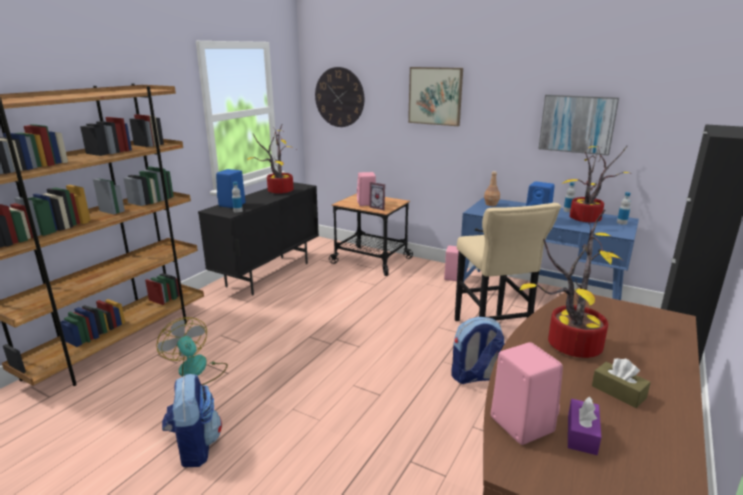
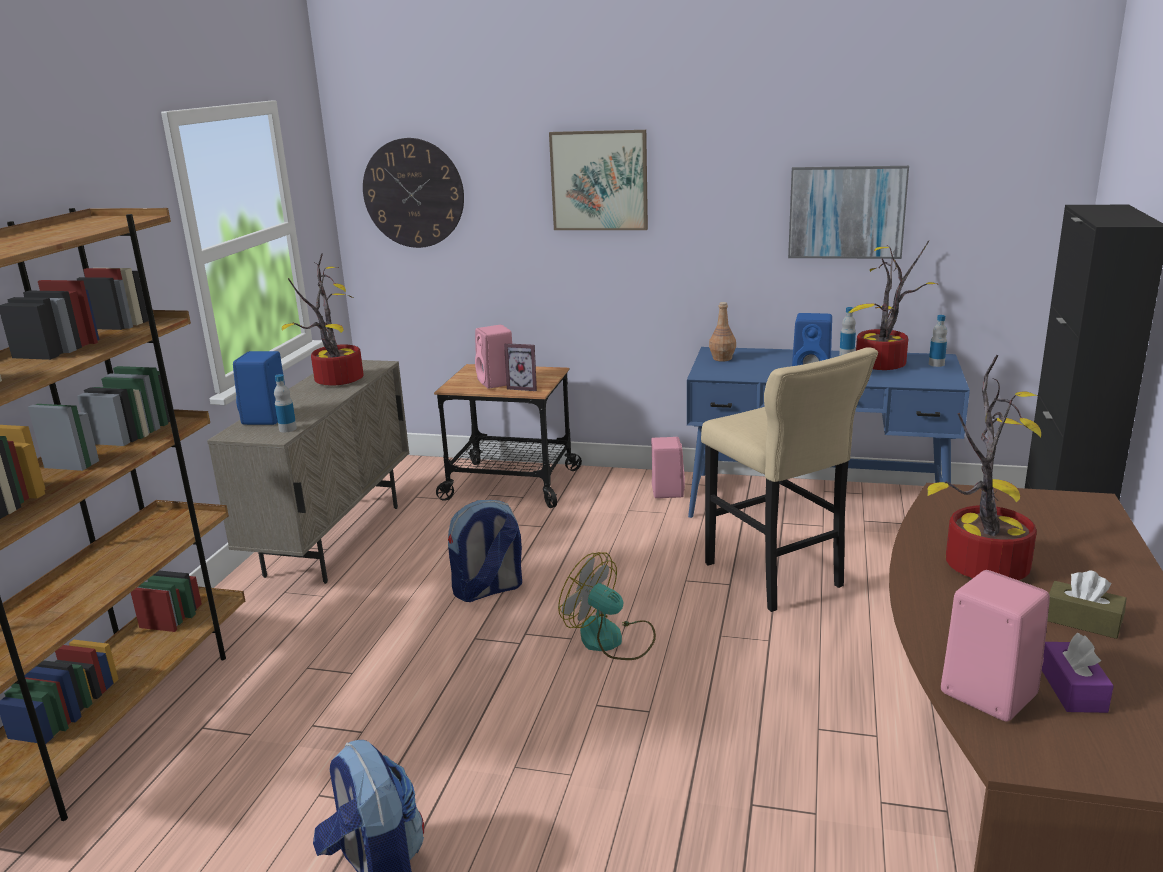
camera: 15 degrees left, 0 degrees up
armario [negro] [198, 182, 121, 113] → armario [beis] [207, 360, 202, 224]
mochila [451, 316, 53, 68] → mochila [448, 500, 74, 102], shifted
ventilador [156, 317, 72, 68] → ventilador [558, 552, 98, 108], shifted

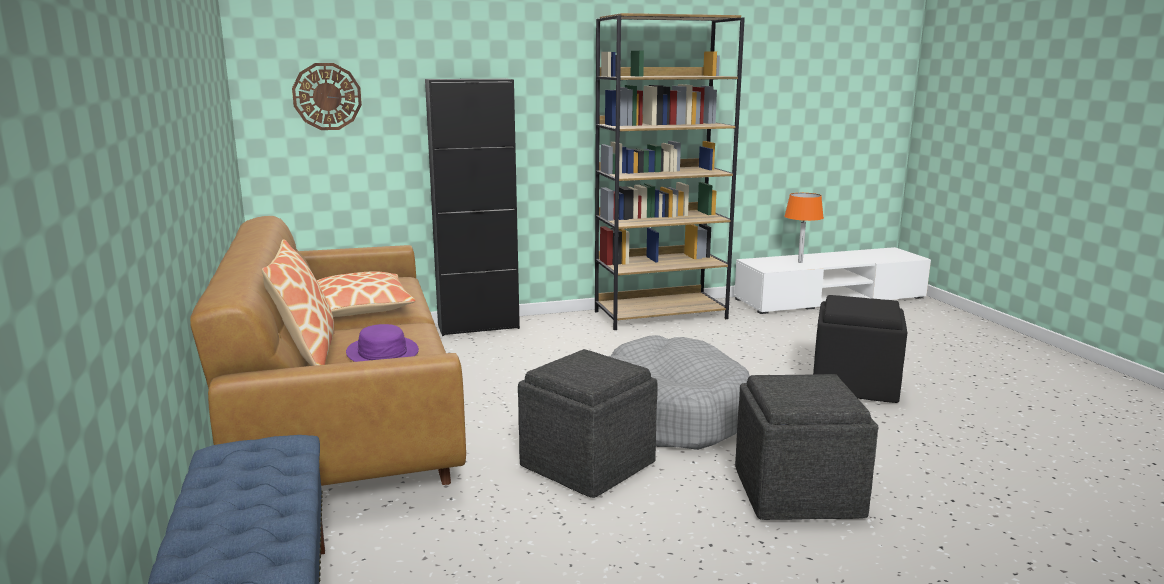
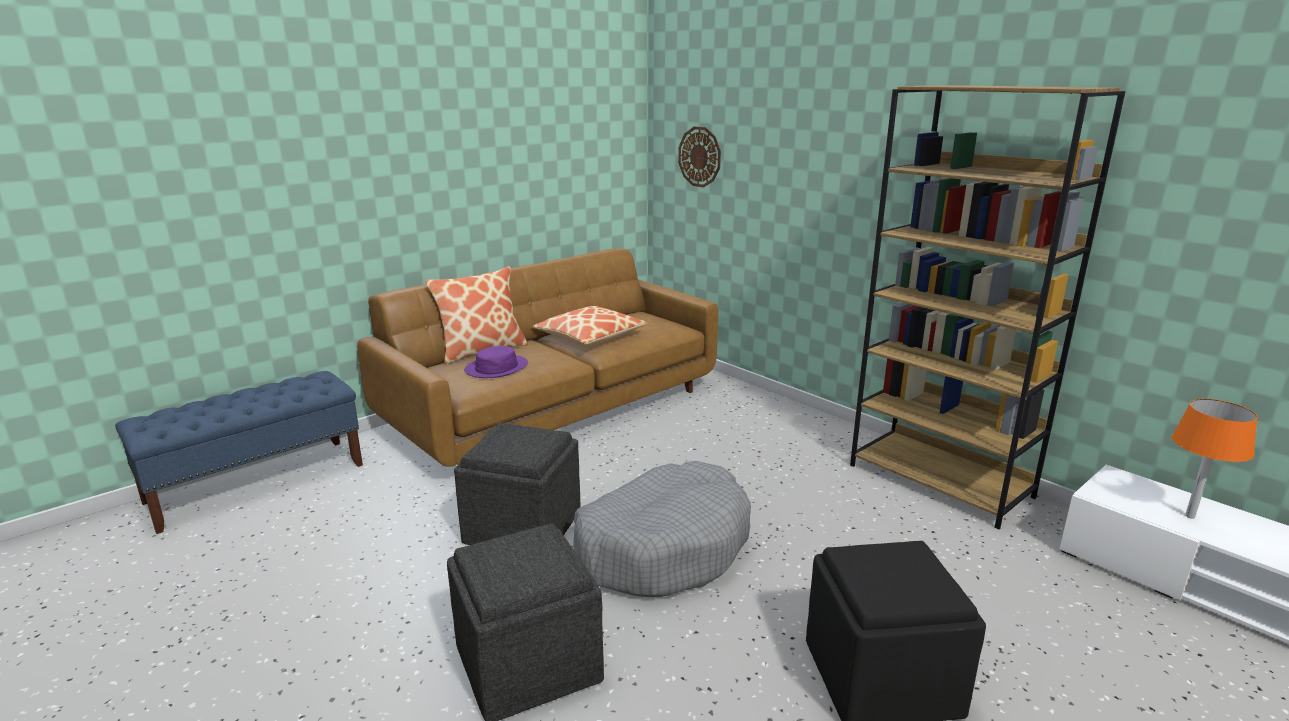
camera: 65 degrees right, 5 degrees up
armario [negro] [425, 79, 95, 257] → -

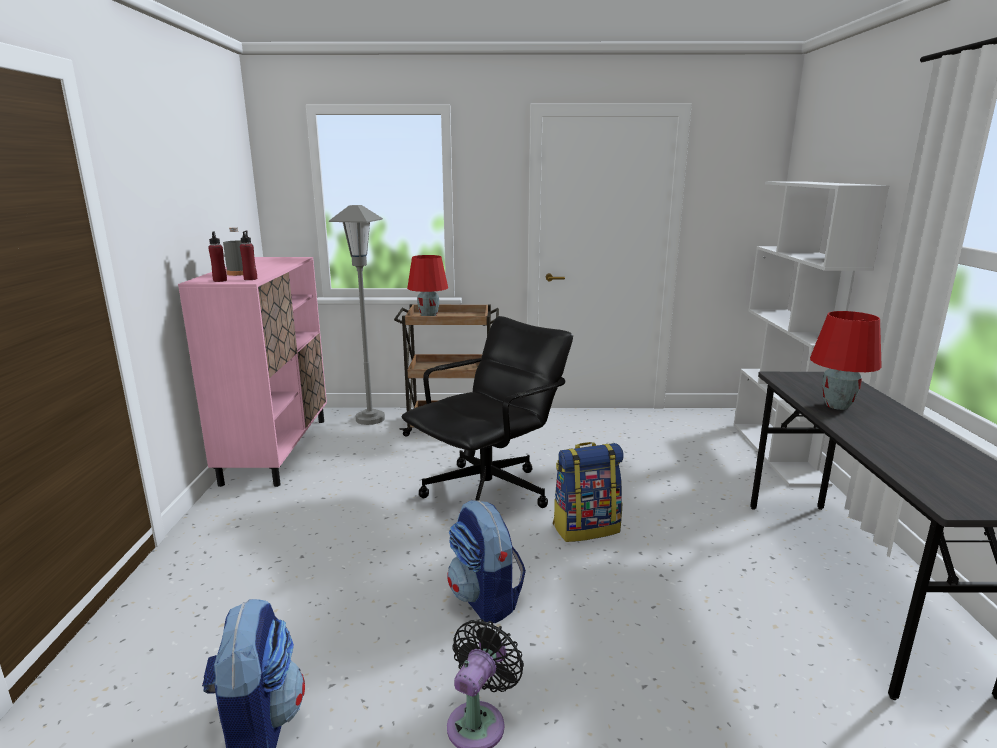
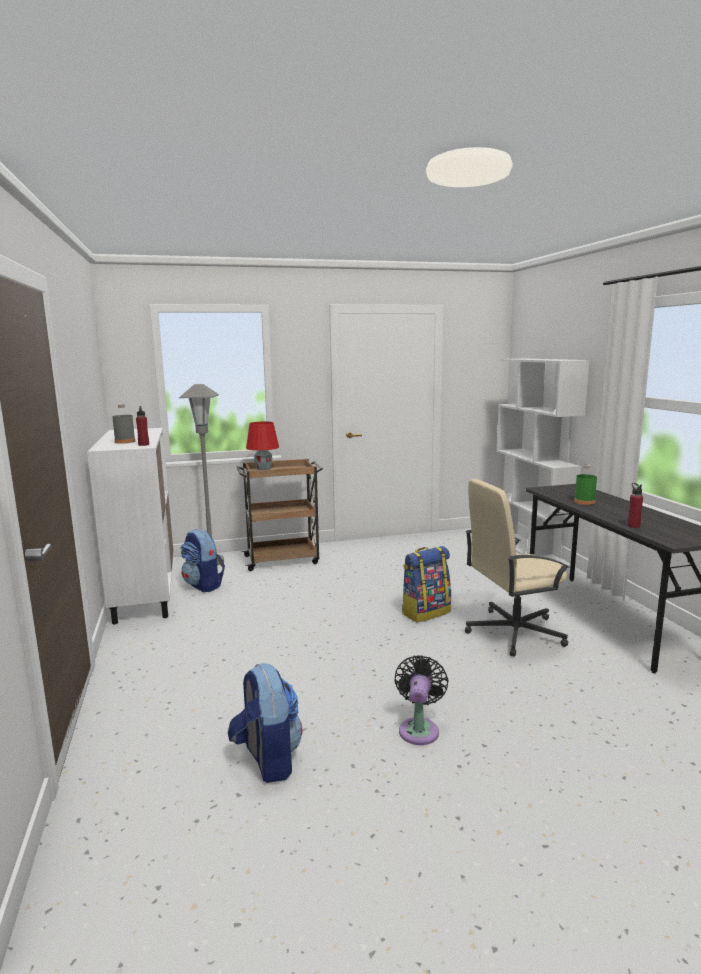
camera: 15 degrees left, 5 degrees down
armario [rosa] [178, 257, 149, 230] → armario [blanco] [87, 428, 87, 196]
mochila [448, 500, 78, 123] → mochila [180, 529, 45, 63], shifted
- → silla de oficina [beis] [465, 479, 105, 178]
lámpara de mesa [rojo] [810, 311, 72, 99] → botella [verde] [574, 464, 23, 41]
botella [rojo] [208, 232, 19, 50] → botella [rojo] [627, 483, 16, 45], shifted
silla de oficina [negro] [402, 316, 171, 192] → -

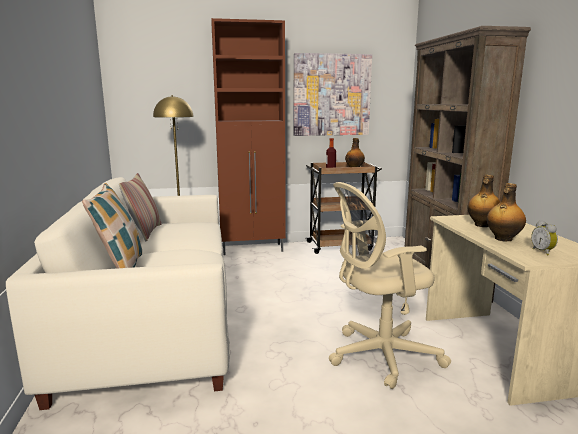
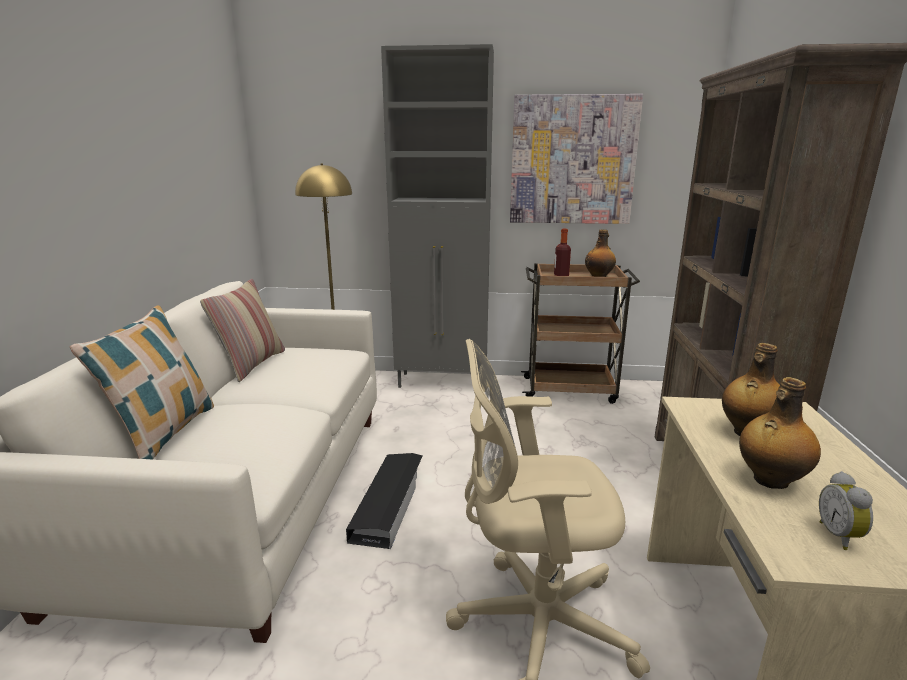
camera: 15 degrees right, 5 degrees up
- → caja de almacenaje [negro] [346, 453, 76, 96]
armario [marrón] [212, 18, 74, 237] → armario [gris] [381, 44, 113, 344]

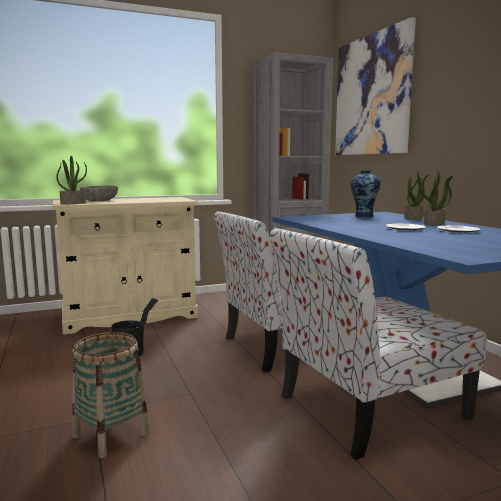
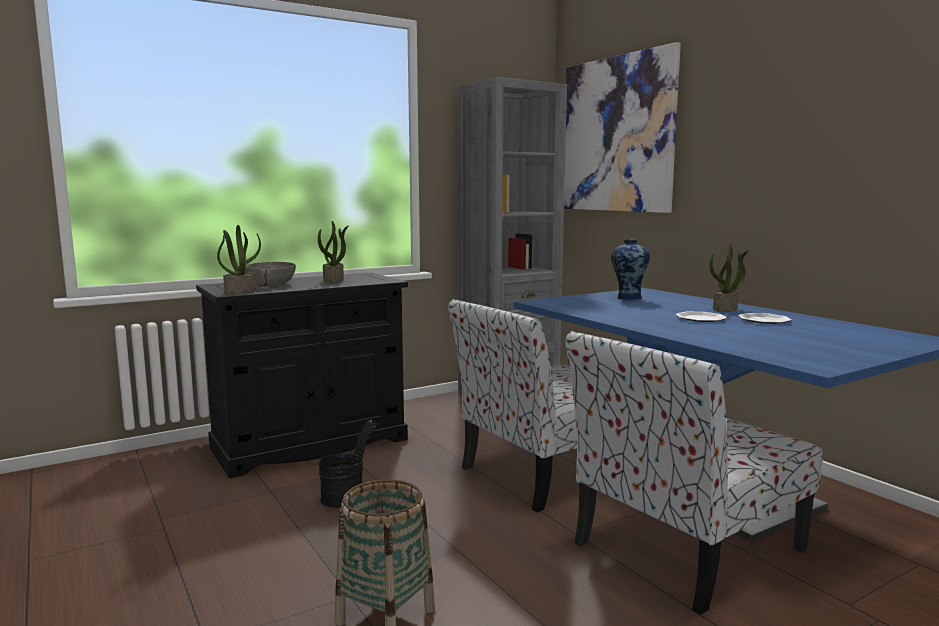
camera: 10 degrees left, 0 degrees up
armario [beis] [52, 197, 146, 138] → armario [negro] [196, 272, 212, 206]
planta en maceta [404, 170, 24, 50] → planta en maceta [318, 221, 31, 62], shifted

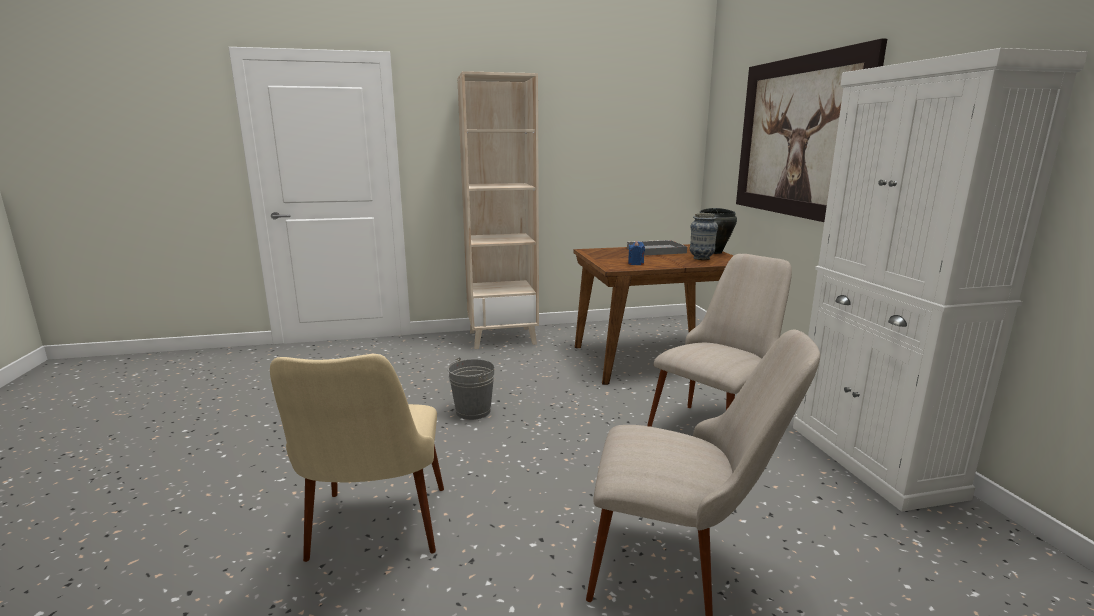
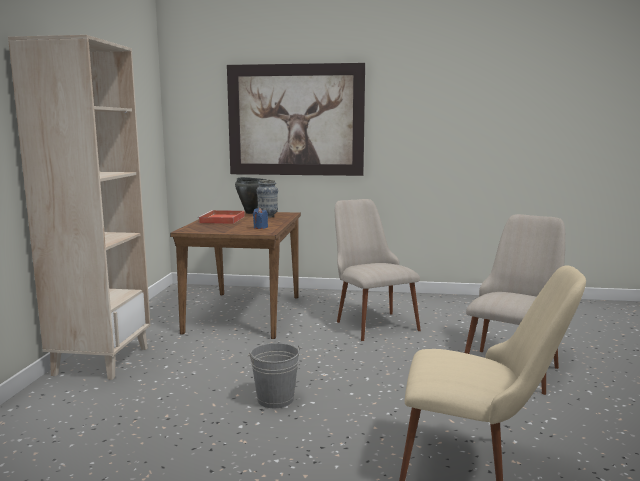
camera: 70 degrees left, 5 degrees down
bandeja [gris] [627, 240, 60, 16] → bandeja [rojo] [197, 210, 48, 14]
armario [blanco] [793, 48, 295, 464] → -

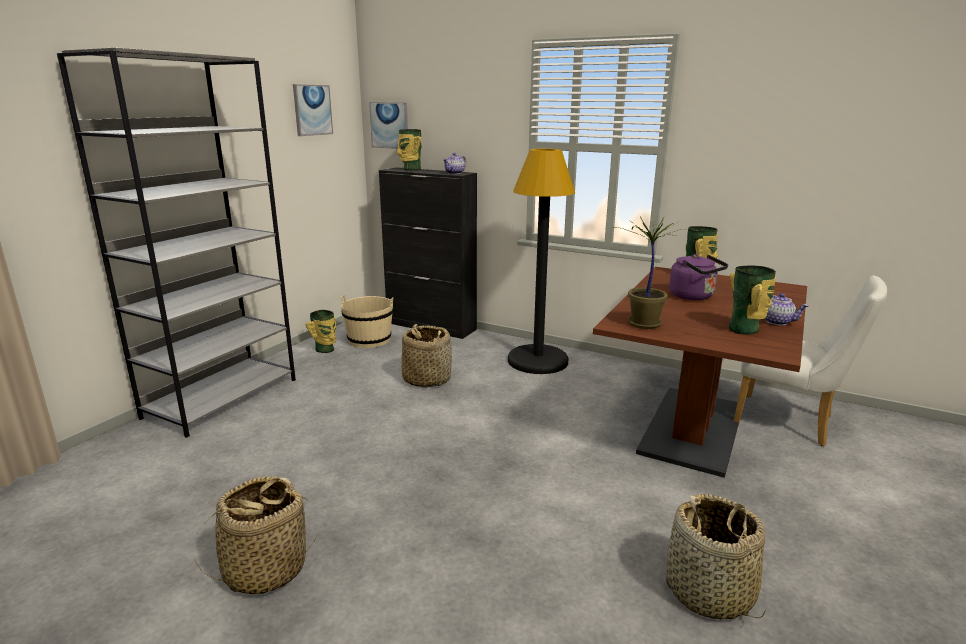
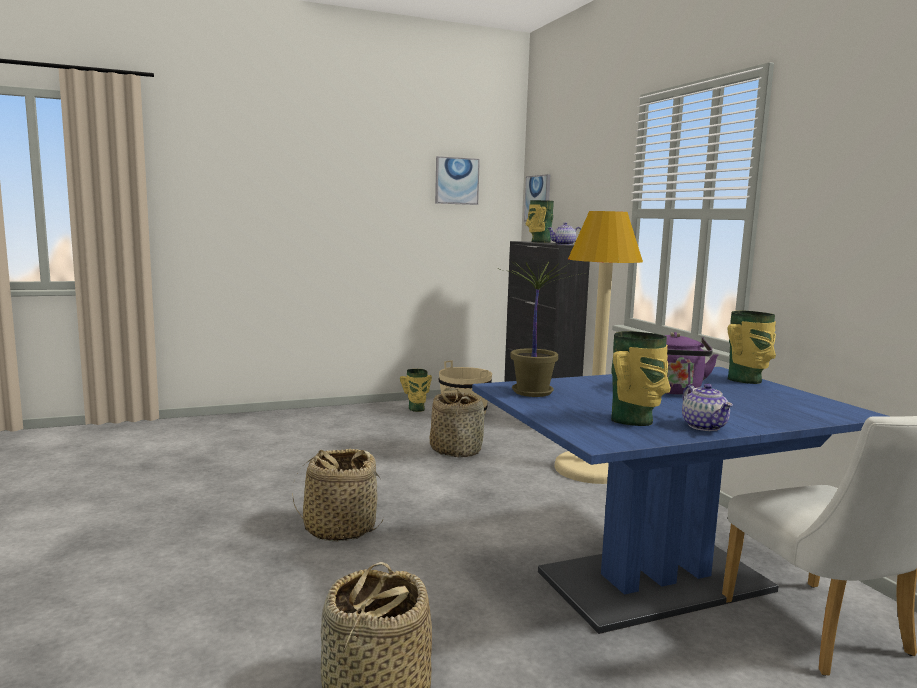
camera: 40 degrees right, 10 degrees down
cesta [193, 476, 123, 119] → cesta [292, 449, 92, 93], shifted
mesa de comedor [marrón] [593, 267, 214, 211] → mesa de comedor [azul] [472, 367, 416, 267]
lámpara de pie [negro] [508, 149, 67, 225] → lámpara de pie [beis] [555, 211, 88, 273]
estantería [gris] [57, 47, 239, 391] → -

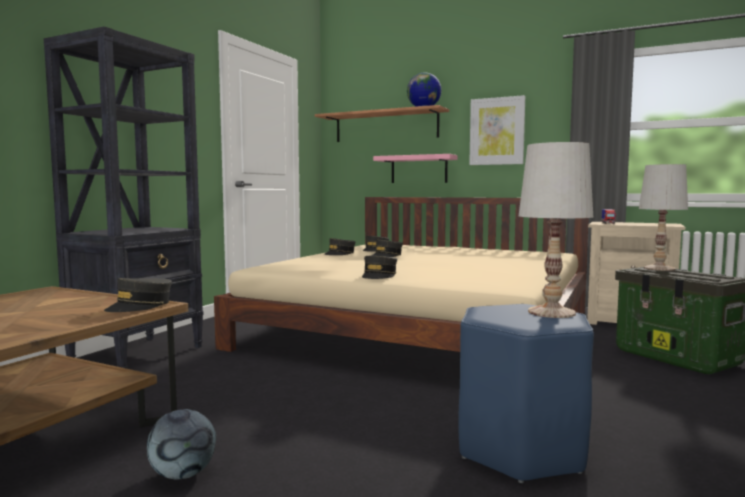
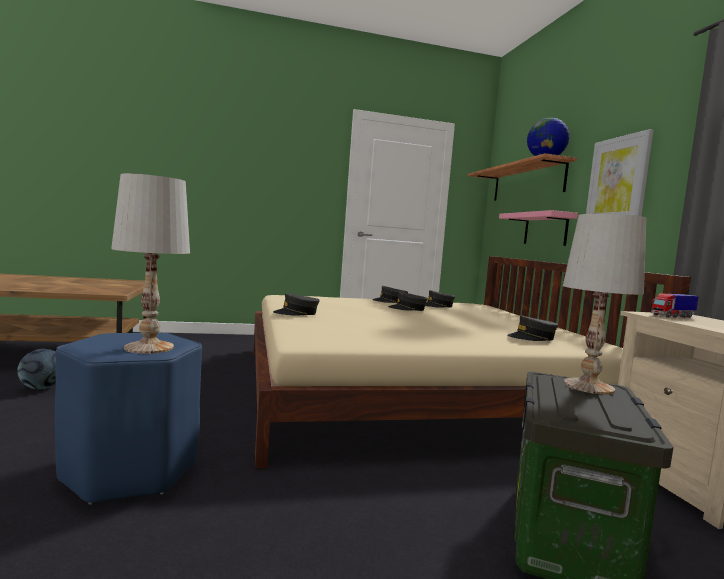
camera: 50 degrees right, 0 degrees up
gorra [gris] [104, 278, 68, 34] → gorra [gris] [507, 315, 51, 26], shifted
estantería [negro] [44, 26, 159, 343] → -

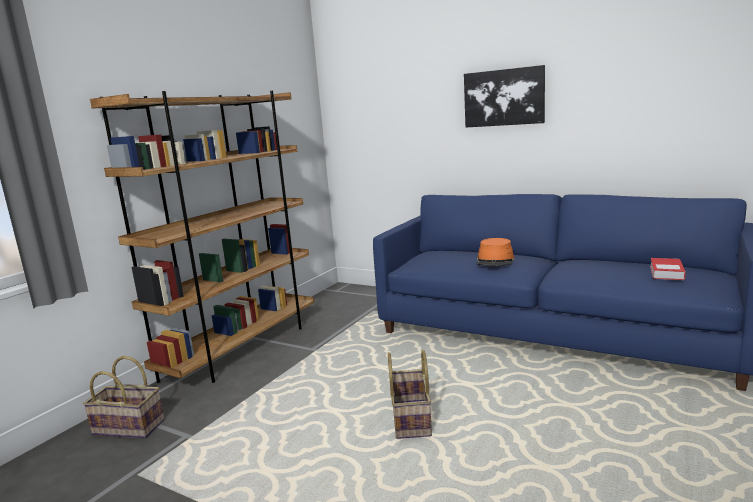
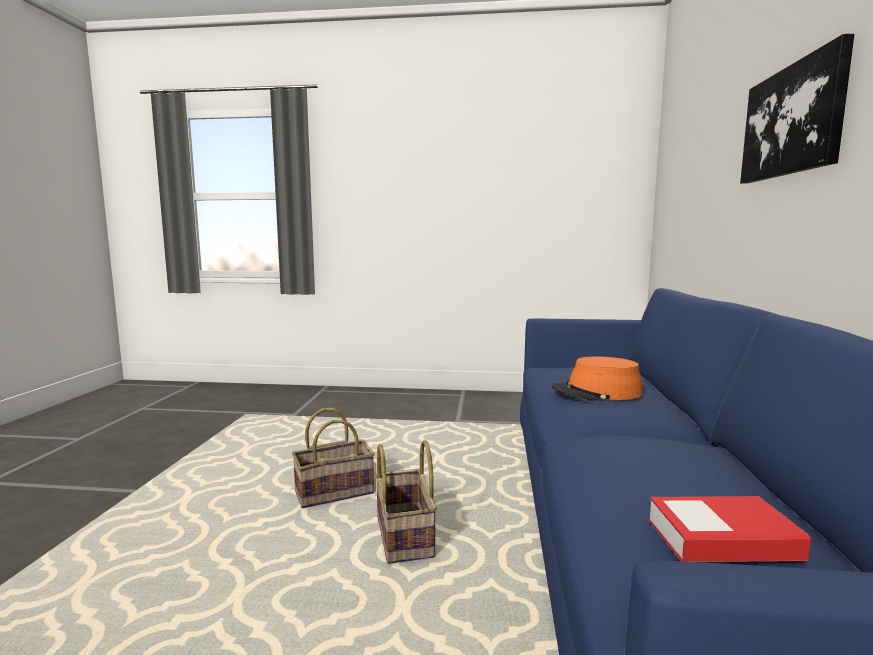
camera: 65 degrees right, 5 degrees down
cesta [83, 356, 81, 82] → cesta [375, 440, 62, 124], shifted
estantería [marrón] [90, 91, 224, 292] → -

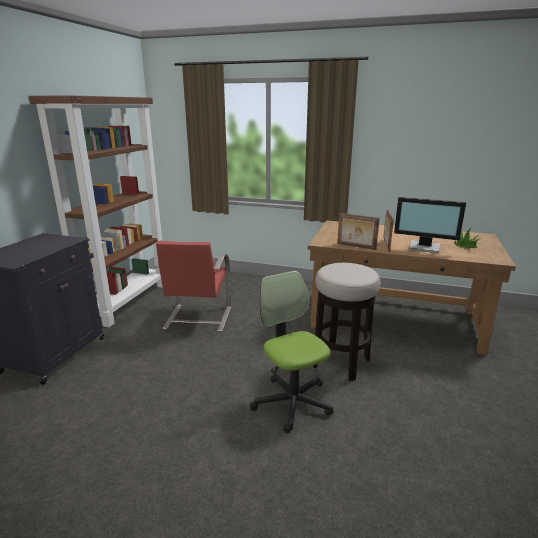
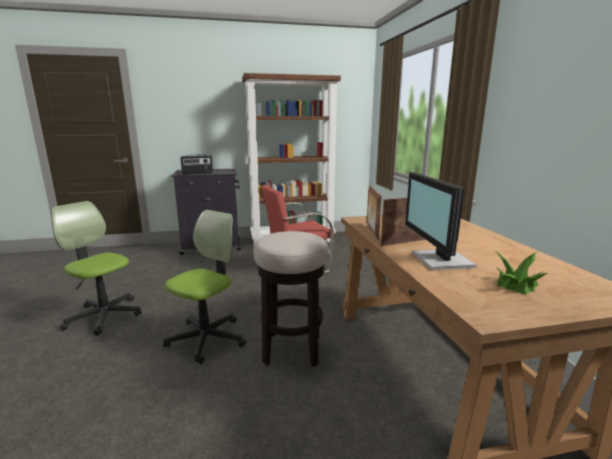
camera: 60 degrees right, 5 degrees down
- → silla de oficina [51, 201, 91, 135]
- → radio [180, 154, 33, 21]

